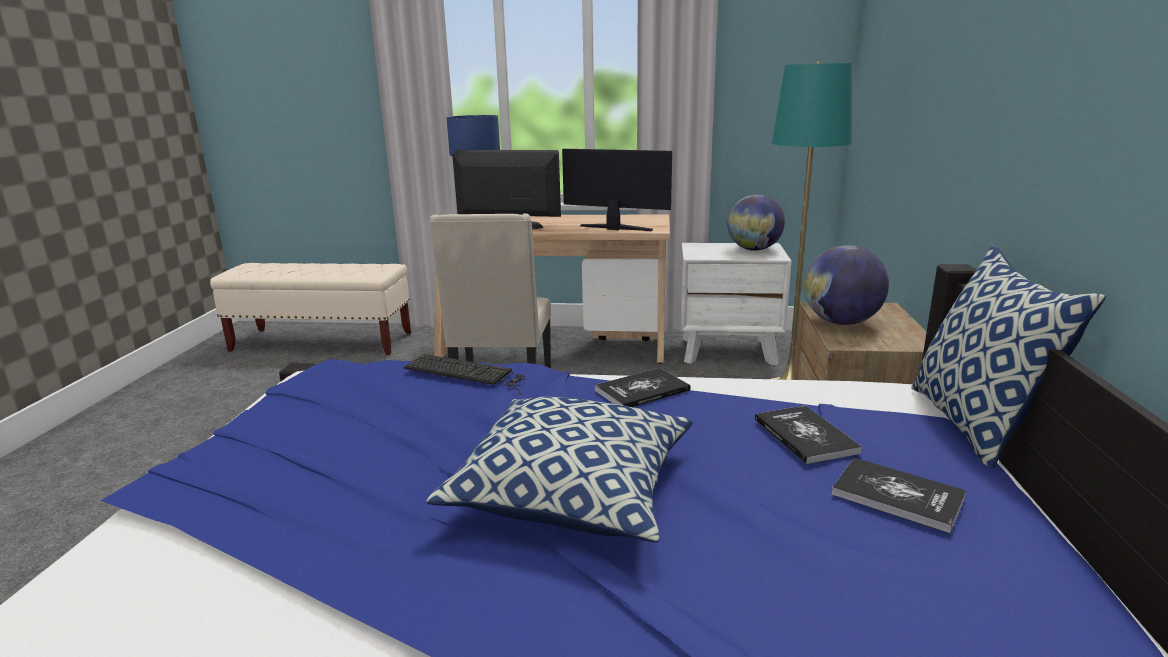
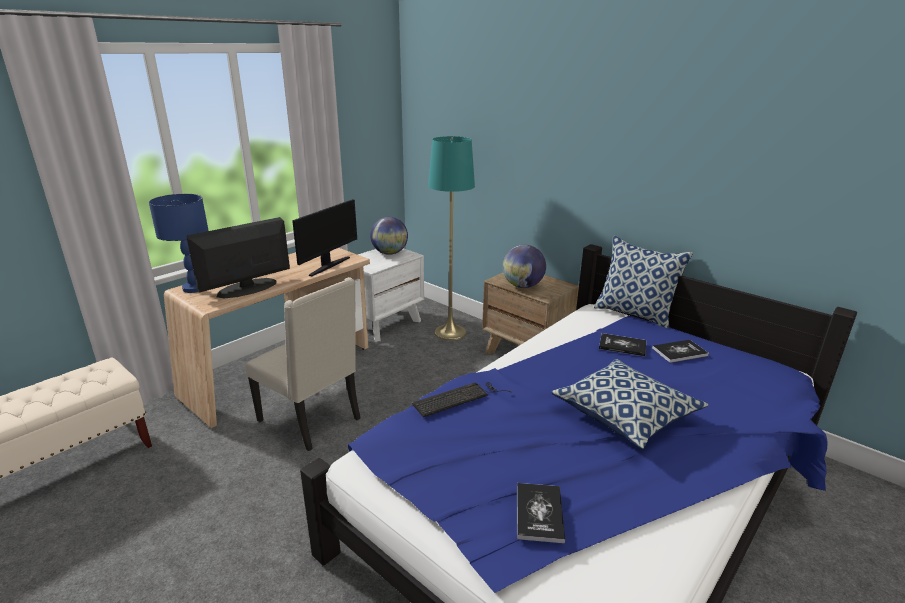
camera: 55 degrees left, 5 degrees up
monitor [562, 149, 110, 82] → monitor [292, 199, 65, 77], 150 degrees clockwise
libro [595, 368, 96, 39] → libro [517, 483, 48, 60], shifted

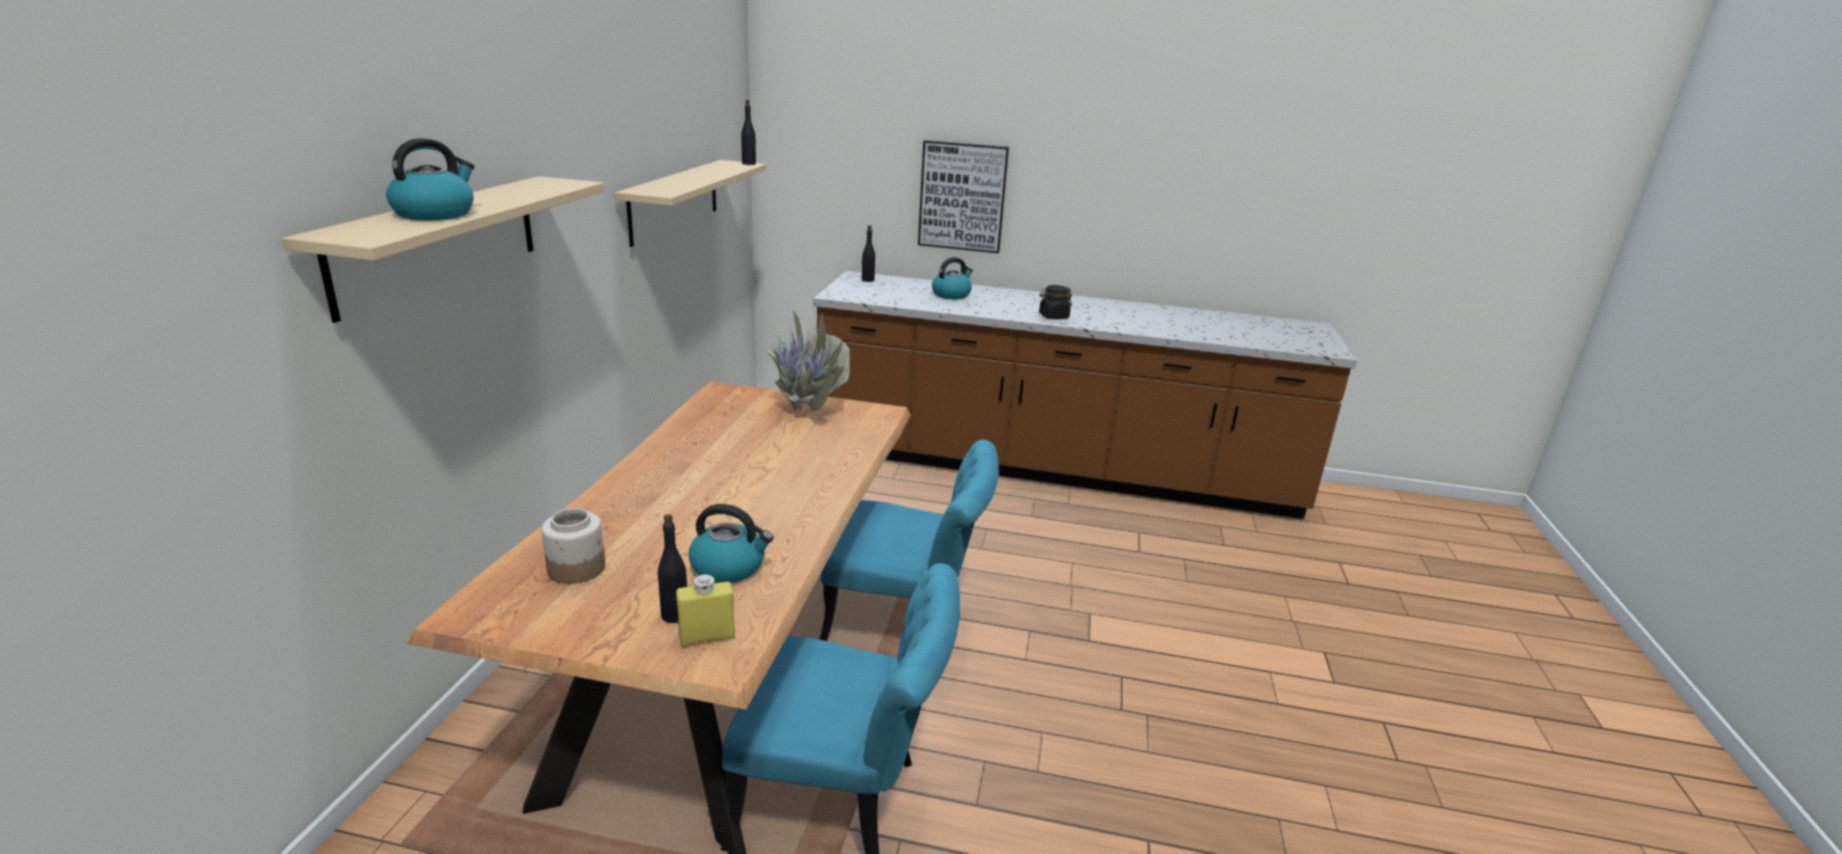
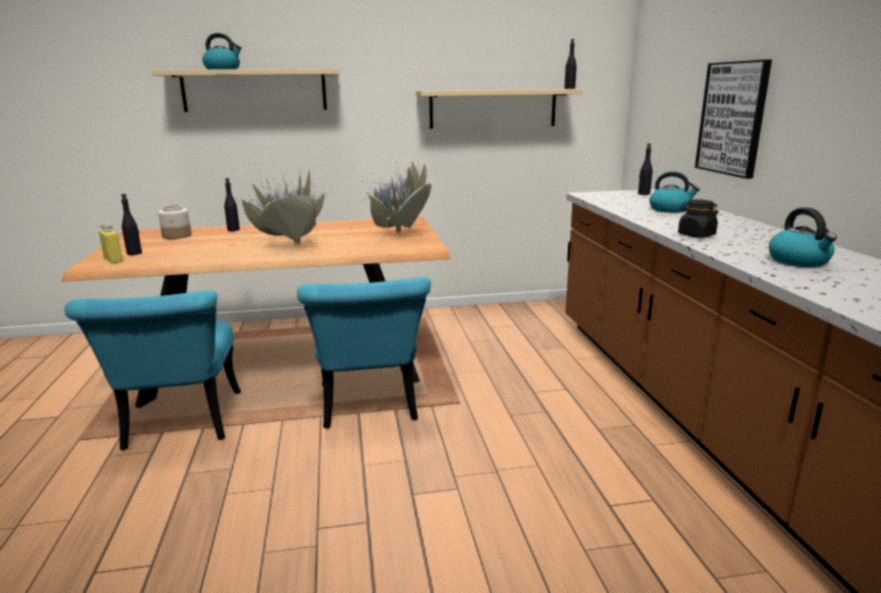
camera: 70 degrees right, 5 degrees down
- → botella [negro] [224, 178, 16, 53]
- → planta en maceta [236, 164, 94, 81]
hervidor [689, 504, 84, 79] → hervidor [769, 207, 68, 60], shifted

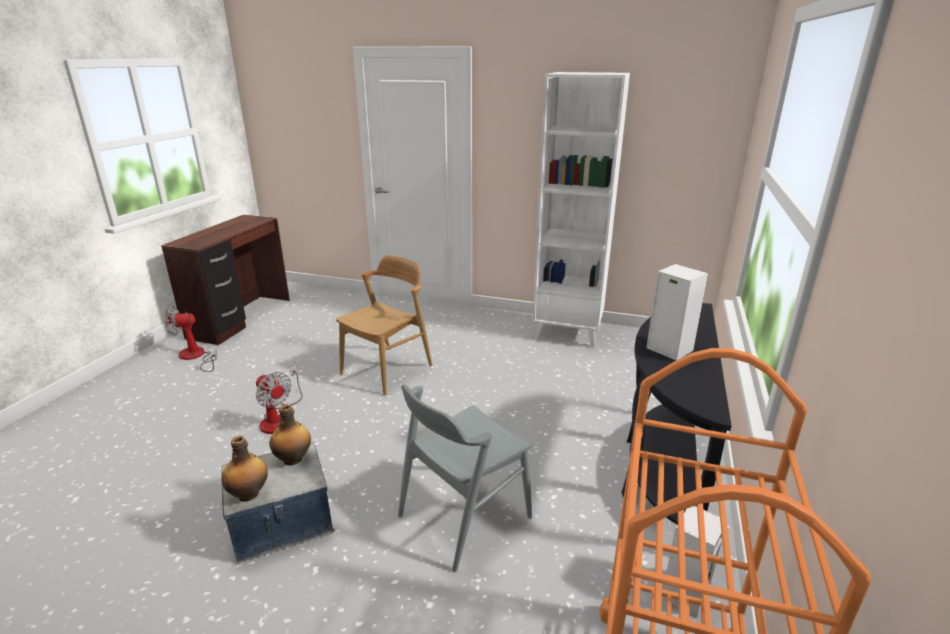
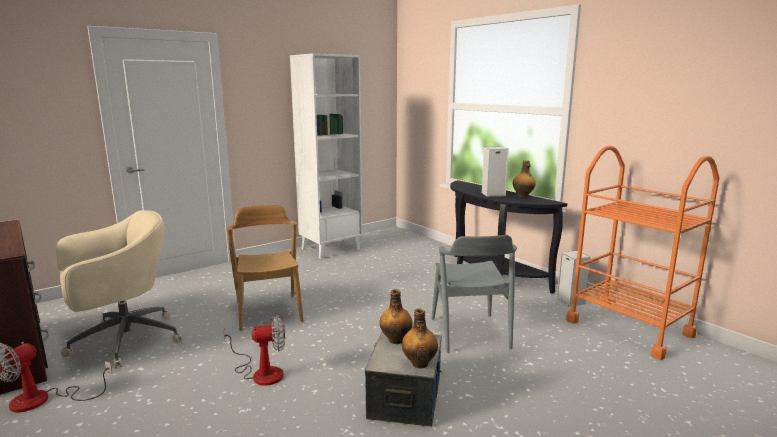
camera: 55 degrees left, 10 degrees down
- → silla de oficina [beis] [56, 210, 126, 159]
- → botella [513, 160, 23, 37]

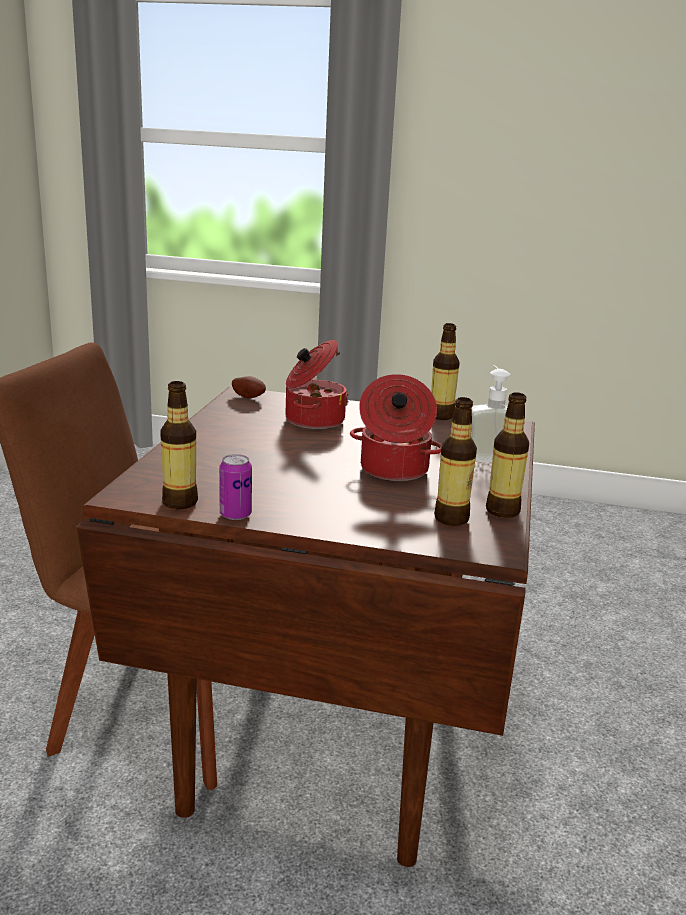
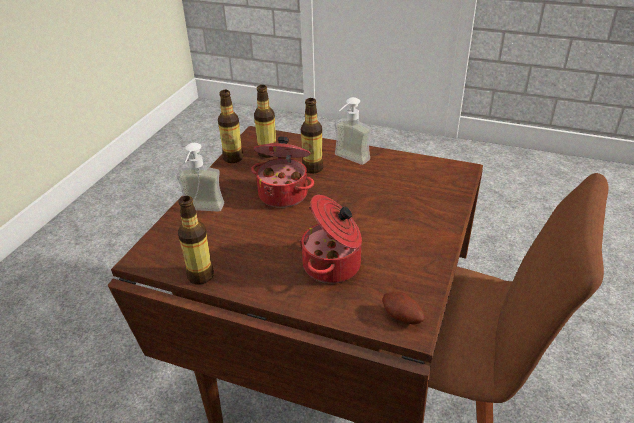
camera: 170 degrees left, 15 degrees up
botella [160, 381, 38, 129] → botella [301, 98, 22, 75], shifted
- → dispensador de jabón [335, 97, 36, 68]
lata [219, 454, 33, 66] → -

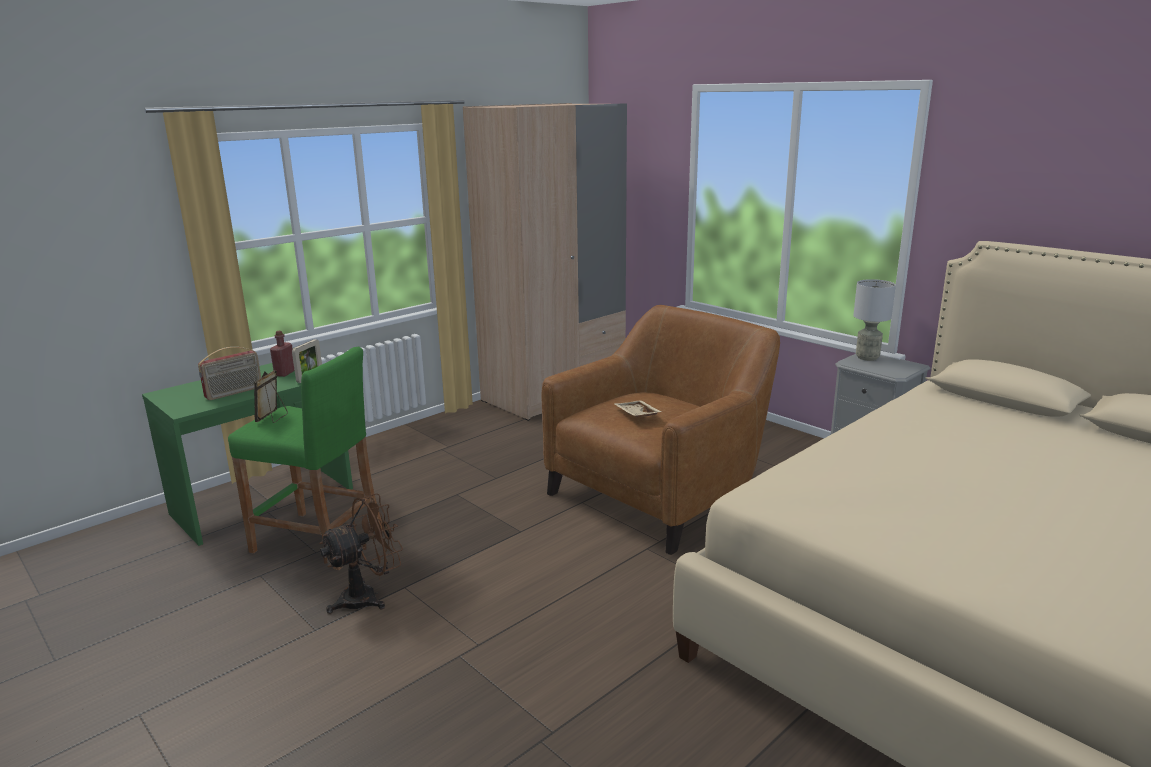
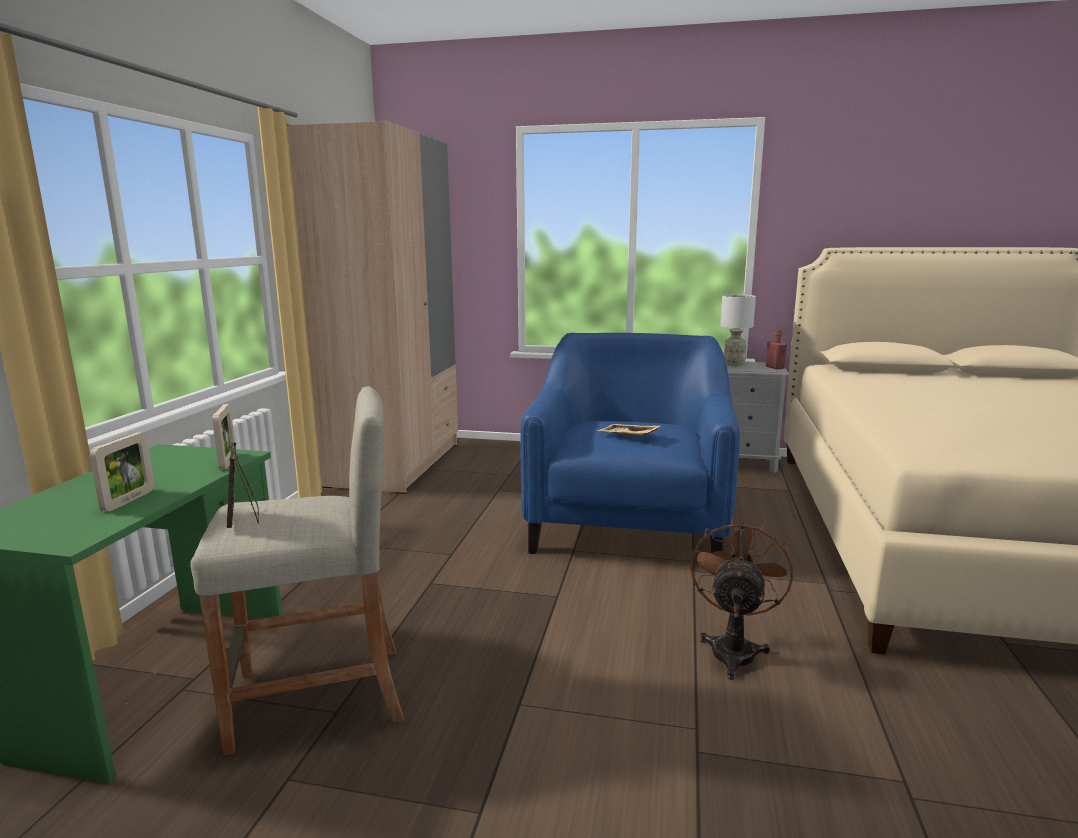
camera: 35 degrees left, 5 degrees down
radio [198, 347, 63, 53] → portarretratos [89, 432, 66, 79]
taburete [verde] [228, 347, 155, 223] → taburete [beis] [190, 386, 214, 370]
sillón [marrón] [542, 305, 238, 250] → sillón [azul] [520, 333, 220, 221]
ventilador [marrón] [319, 494, 84, 120] → ventilador [marrón] [690, 517, 103, 163], shifted
botella [rojo] [270, 331, 25, 46] → botella [rojo] [766, 329, 21, 40], shifted

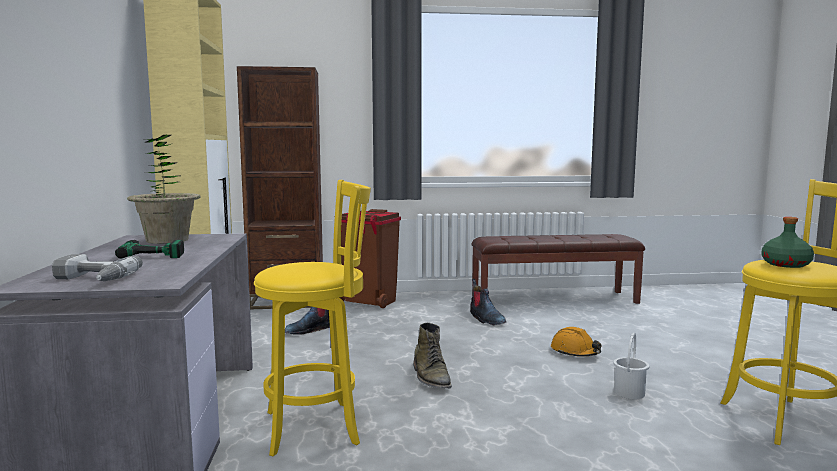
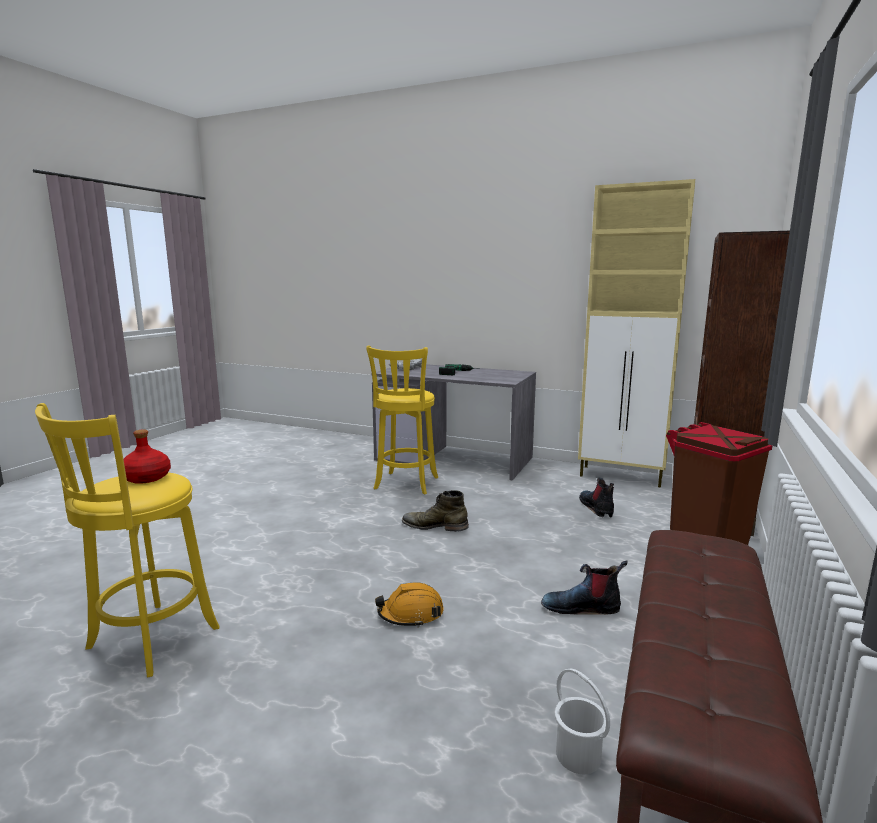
camera: 120 degrees right, 5 degrees up
botella [verde] [762, 217, 52, 51] → botella [rojo] [124, 430, 47, 54]
cubo [blanco] [613, 333, 37, 66] → cubo [blanco] [555, 669, 55, 106], shifted
planta en maceta [127, 135, 74, 109] → -

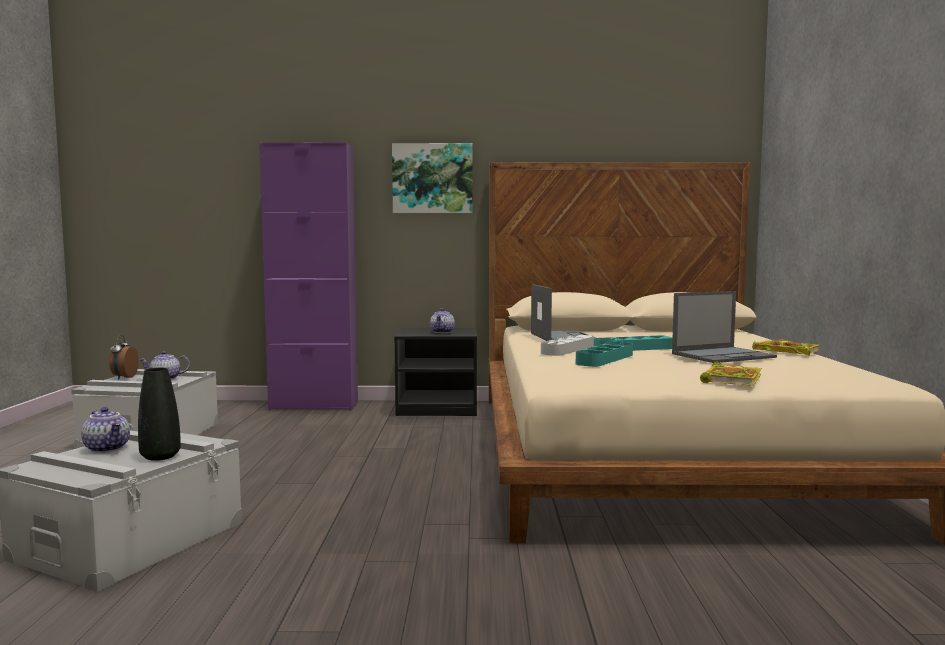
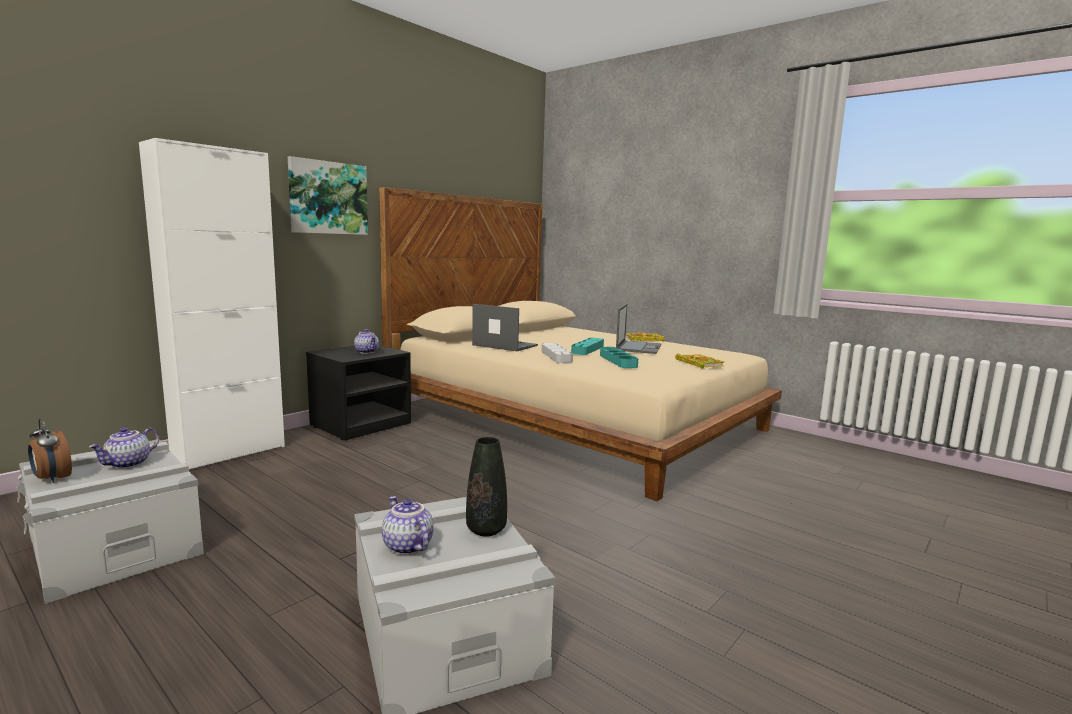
camera: 50 degrees left, 5 degrees up
armario [morado] [259, 143, 99, 268] → armario [blanco] [139, 138, 146, 331]
tetera [81, 407, 49, 46] → tetera [382, 496, 52, 59], 120 degrees counterclockwise

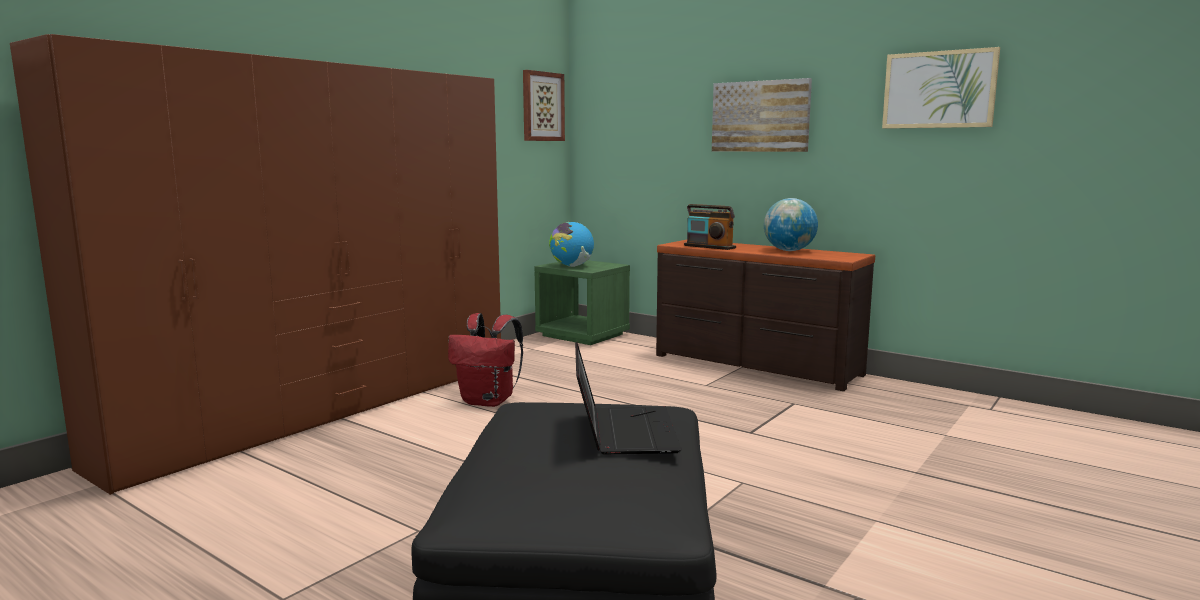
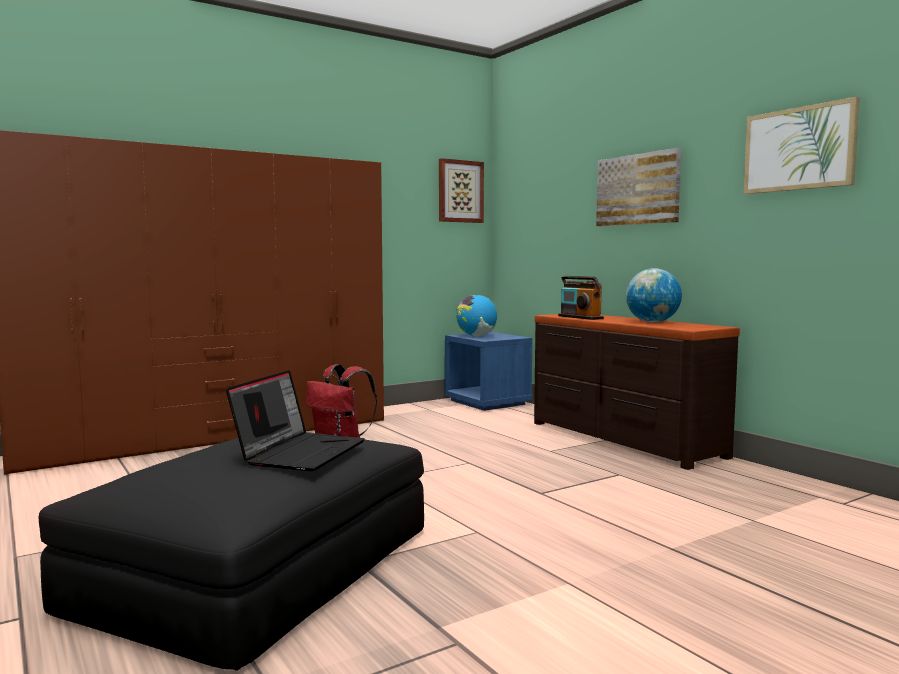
camera: 20 degrees right, 5 degrees down
mesita de noche [verde] [535, 260, 95, 85] → mesita de noche [azul] [445, 332, 88, 79]

